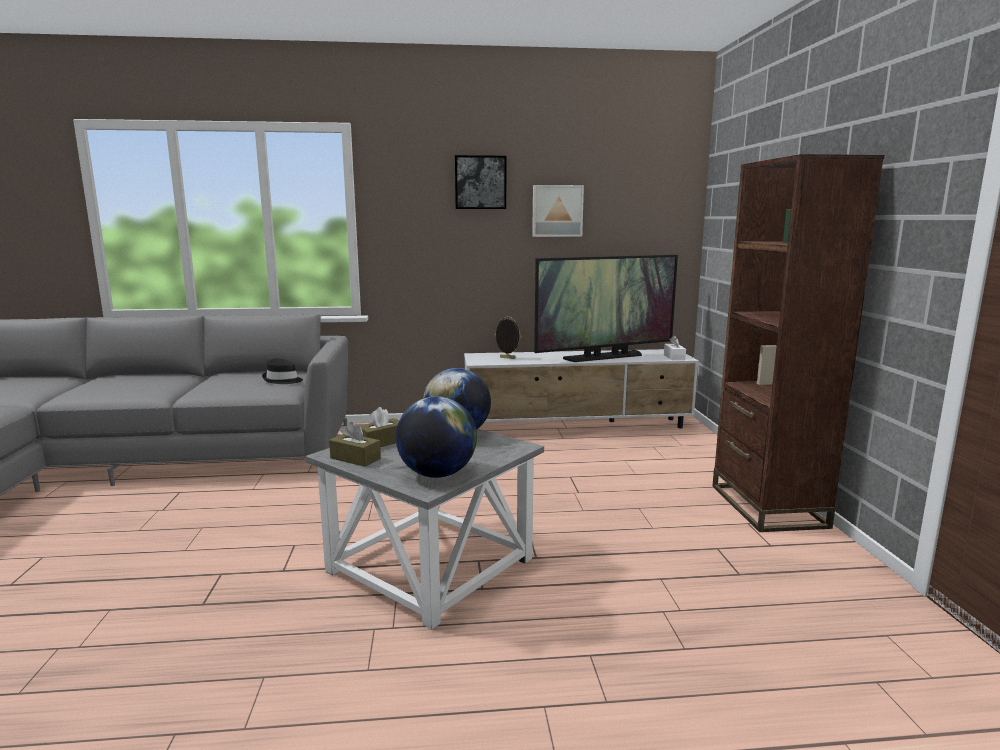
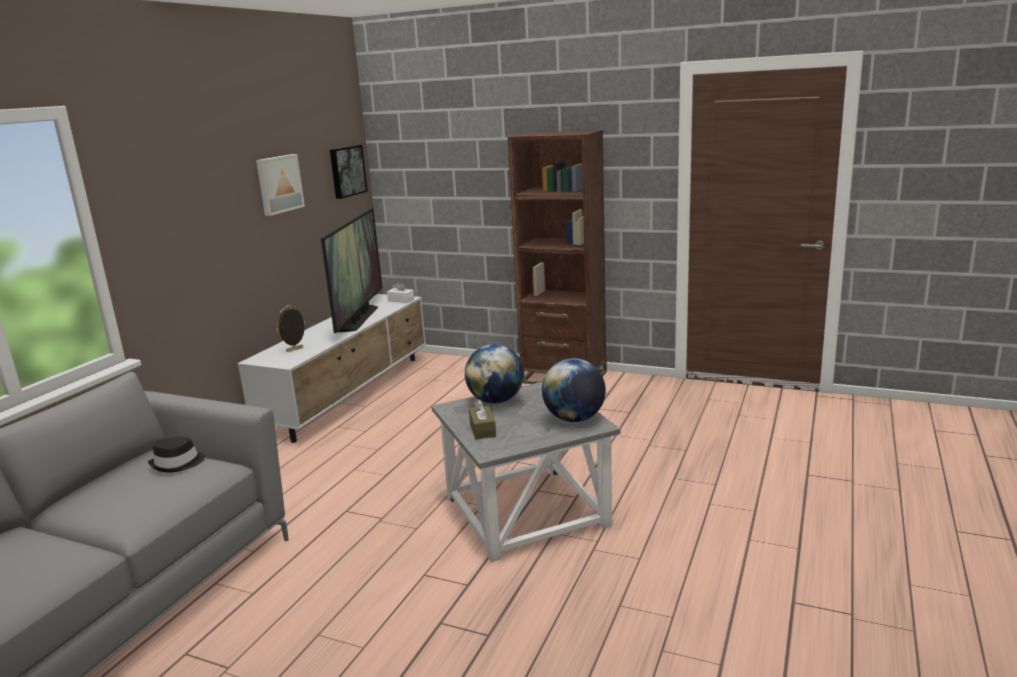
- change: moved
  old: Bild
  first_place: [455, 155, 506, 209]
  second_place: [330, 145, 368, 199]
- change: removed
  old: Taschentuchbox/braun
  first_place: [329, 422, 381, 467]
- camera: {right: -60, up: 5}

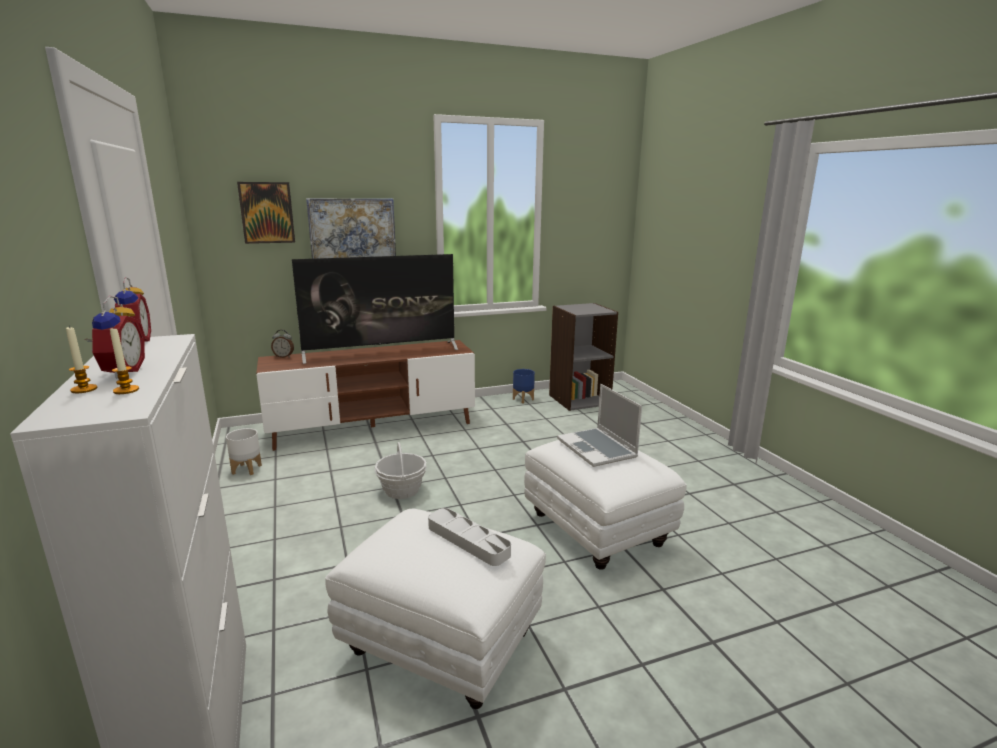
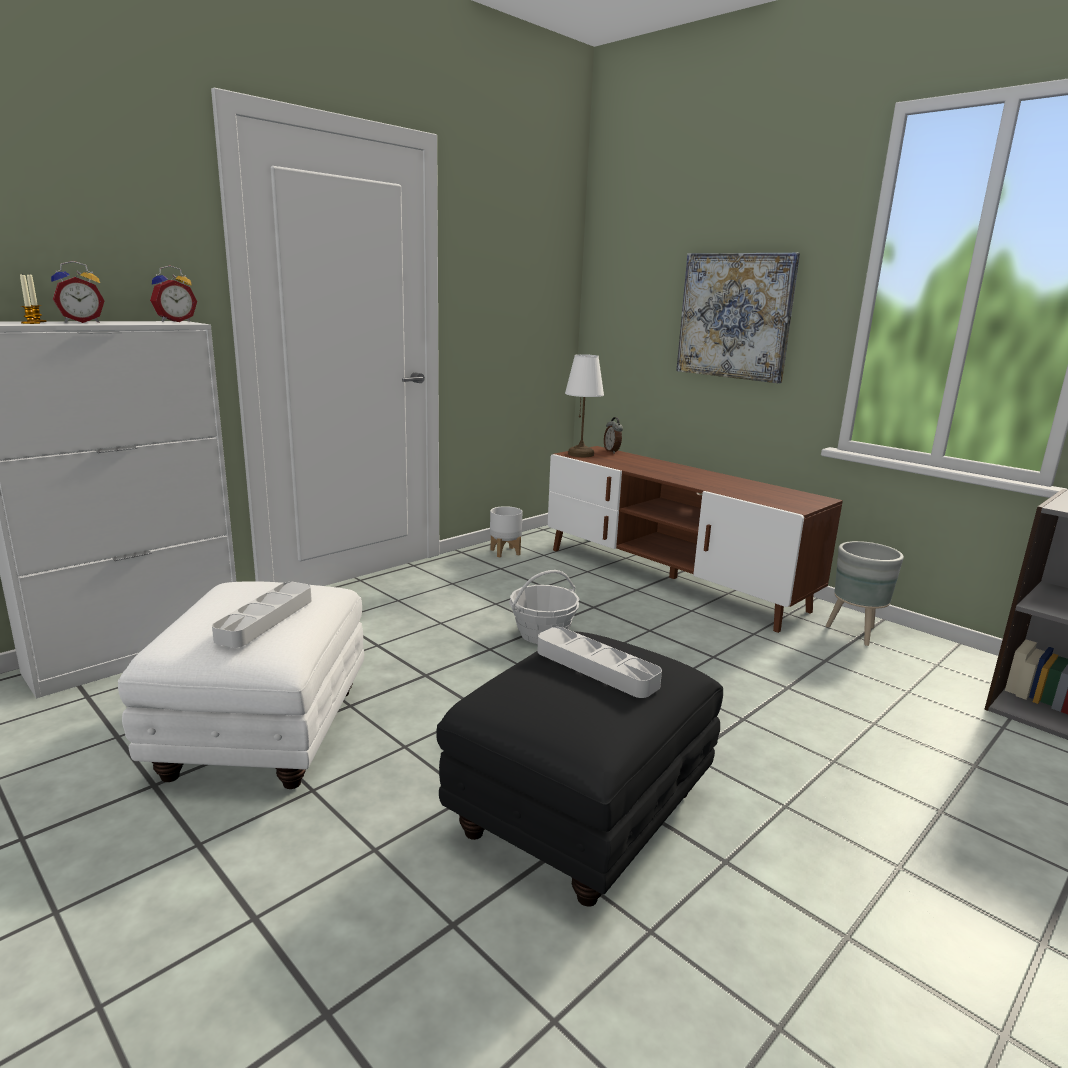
- change: recoloured
  old: Polsterhocker/weiß
  new: Polsterhocker/schwarz
  first_place: [524, 440, 687, 570]
  second_place: [436, 632, 723, 907]
- change: replaced
  old: Laptop
  new: Tablett/grau
  first_place: [557, 384, 642, 467]
  second_place: [537, 627, 662, 698]
- change: added
  new: Tischlampe/weiß
  second_place: [565, 354, 604, 457]
- change: added
  new: Pflanzkübel/grau
  second_place: [826, 541, 904, 646]
- change: removed
  old: Bild
  first_place: [237, 182, 295, 244]
- change: removed
  old: Fernseher
  first_place: [292, 254, 458, 364]
- change: removed
  old: Pflanzkübel/blau
  first_place: [513, 369, 535, 403]
- camera: {right: 65, up: 0}

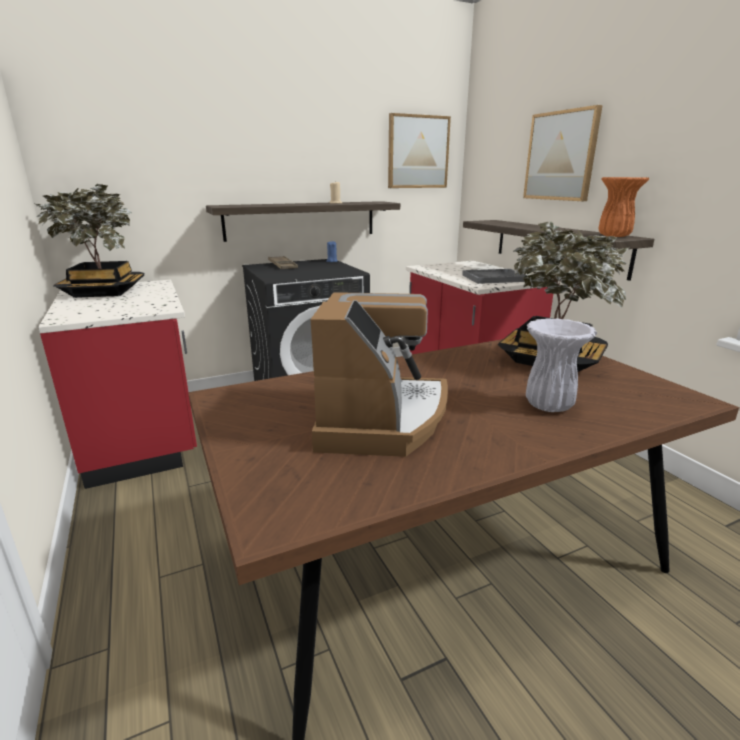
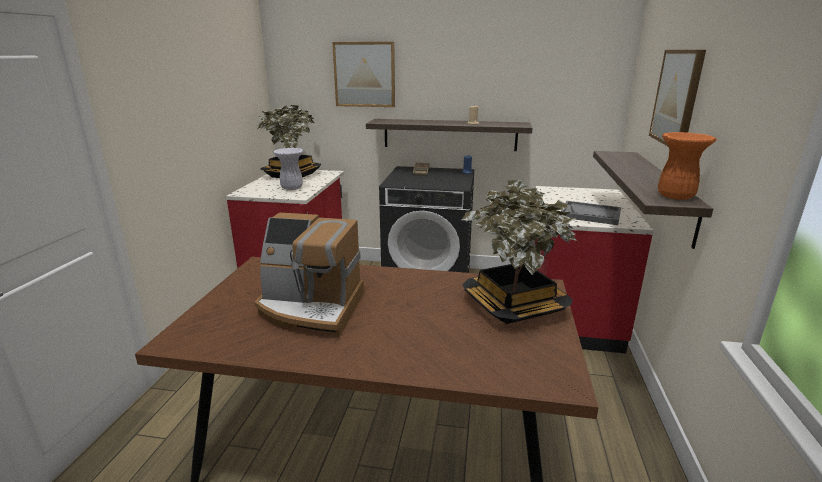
- change: turned
  old: Kaffeemaschine
  first_place: [310, 292, 448, 457]
  second_place: [255, 212, 364, 337]
  degrees: 60
- change: moved
  old: Vase/weiß
  first_place: [526, 318, 597, 412]
  second_place: [273, 148, 303, 190]
- change: moved
  old: Bild
  first_place: [388, 113, 451, 188]
  second_place: [332, 42, 395, 107]
- camera: {right: 35, up: 0}

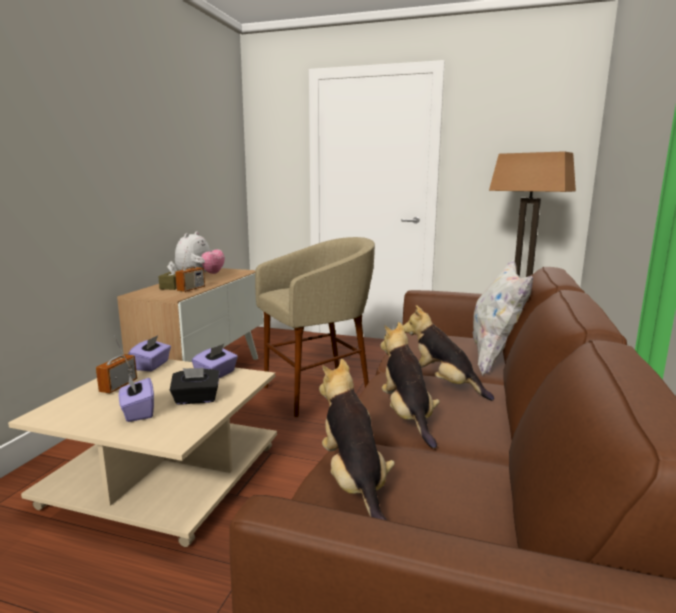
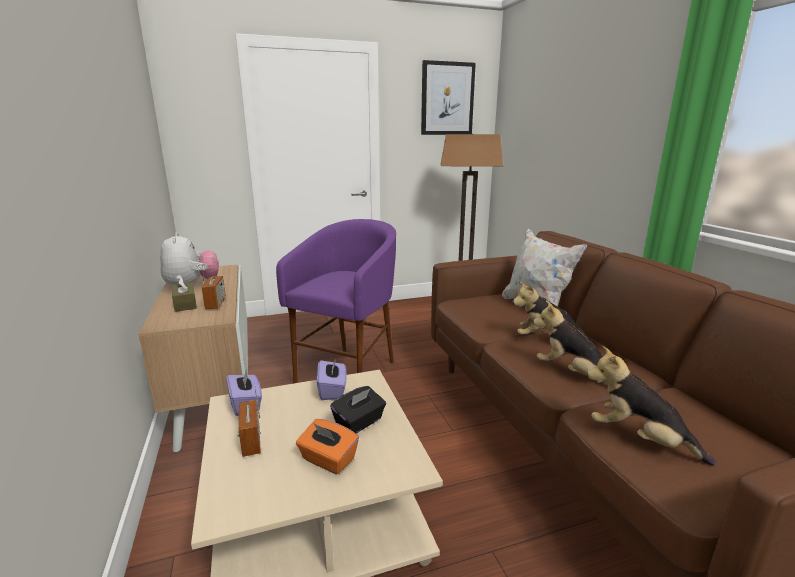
- change: recoloured
  old: Hocker/beige
  new: Hocker/lila
  first_place: [255, 237, 375, 417]
  second_place: [276, 219, 396, 383]
- change: recoloured
  old: Taschentuchbox/lila
  new: Taschentuchbox/orange
  first_place: [119, 374, 154, 422]
  second_place: [296, 419, 359, 474]
- change: added
  new: Bild
  second_place: [421, 60, 476, 135]
- camera: {right: -35, up: 5}

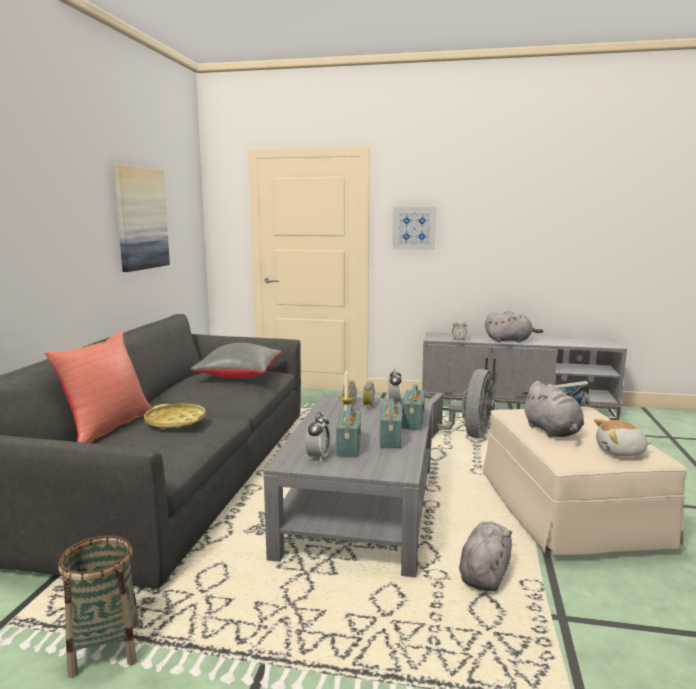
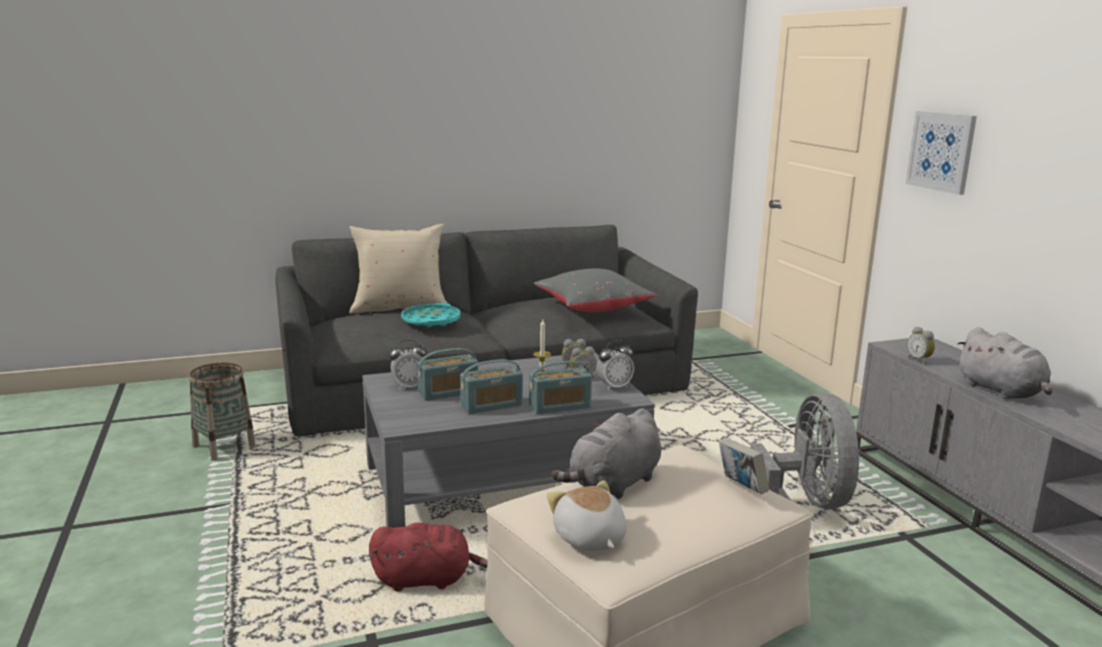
- change: recoloured
  old: Kissen/rot
  new: Kissen/beige
  first_place: [45, 330, 153, 443]
  second_place: [349, 224, 447, 314]
- change: recoloured
  old: Plüschtier/grau
  new: Plüschtier/rot
  first_place: [459, 521, 512, 591]
  second_place: [369, 523, 487, 591]
- change: recoloured
  old: Tablett/gelb
  new: Tablett/türkis
  first_place: [144, 403, 206, 429]
  second_place: [401, 303, 461, 327]
- change: turned
  old: Ventilator/grau
  first_place: [429, 369, 495, 438]
  second_place: [750, 393, 859, 509]
  degrees: -90
- change: removed
  old: Bild
  first_place: [114, 164, 170, 272]
- camera: {right: 60, up: 5}

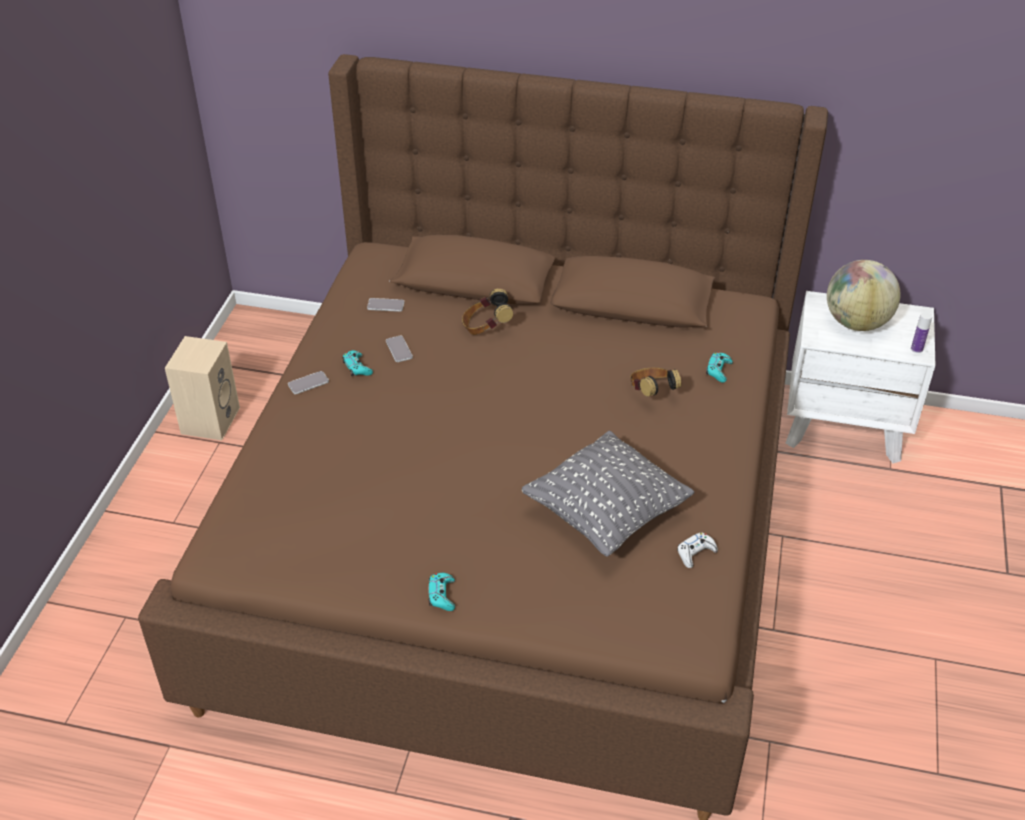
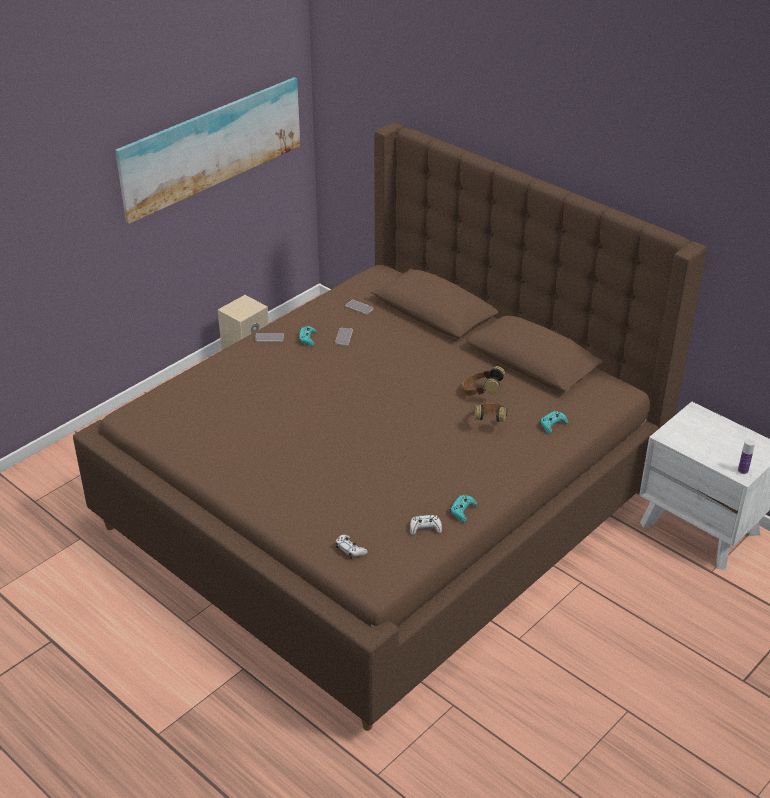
- change: added
  new: Bild
  second_place: [115, 77, 300, 224]
- change: added
  new: Gamepad/weiß
  second_place: [336, 535, 368, 559]
- change: moved
  old: Gamepad/türkis
  first_place: [428, 573, 455, 611]
  second_place: [450, 494, 477, 522]
- change: moved
  old: Kopfhörer
  first_place: [462, 288, 513, 335]
  second_place: [462, 366, 505, 396]
- change: removed
  old: Kissen/grau
  first_place: [521, 431, 694, 557]
- change: removed
  old: Globus
  first_place: [827, 260, 900, 331]
- camera: {right: 30, up: -5}

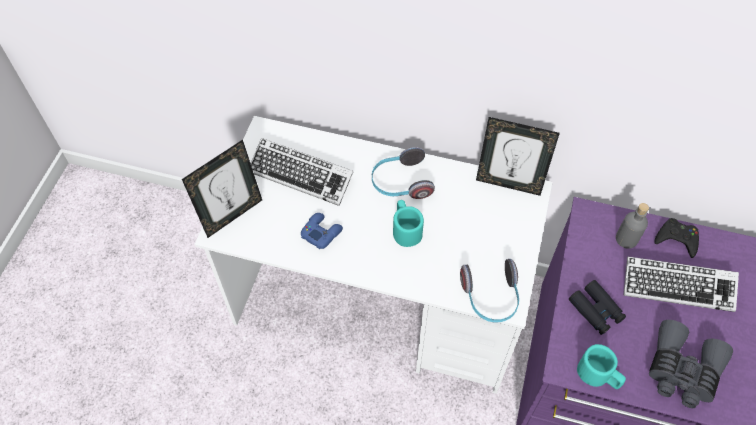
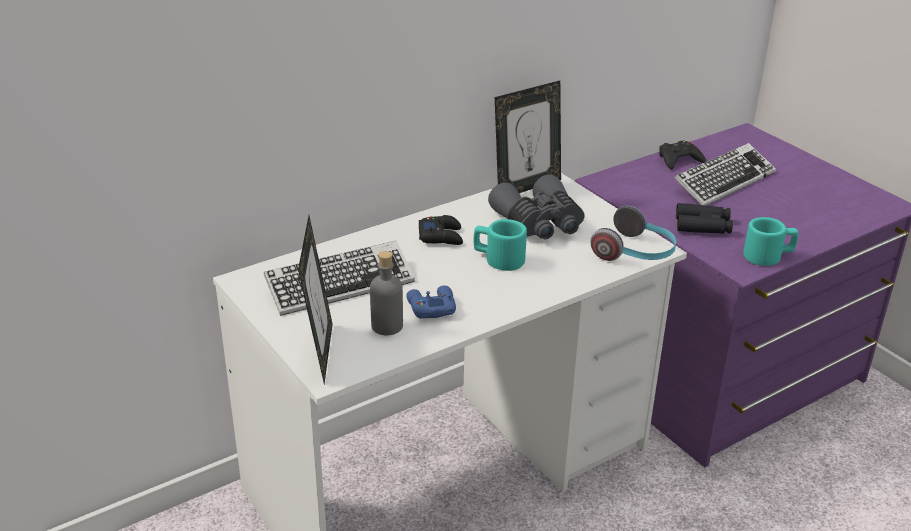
- change: moved
  old: Flasche/grau
  first_place: [616, 203, 649, 249]
  second_place: [370, 251, 403, 335]
- change: replaced
  old: Kopfhörer
  new: Gamepad/schwarz
  first_place: [372, 147, 435, 199]
  second_place: [419, 215, 463, 245]
- change: moved
  old: Fernglas/grau
  first_place: [649, 320, 733, 408]
  second_place: [488, 174, 585, 239]
- camera: {right: -50, up: -25}

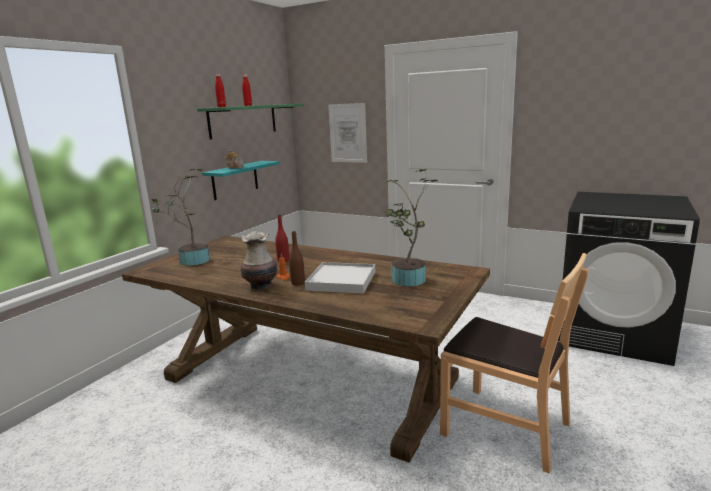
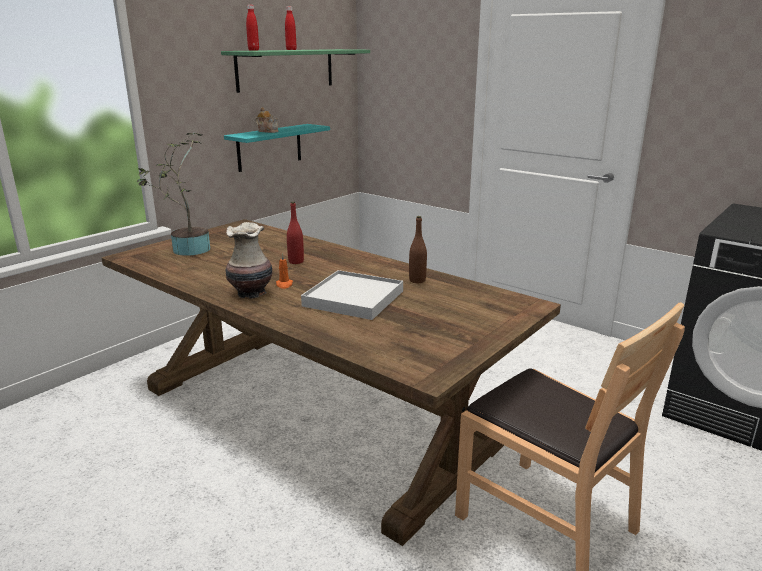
- change: moved
  old: Flasche/braun
  first_place: [289, 231, 305, 286]
  second_place: [409, 216, 427, 283]
- change: removed
  old: Bild
  first_place: [328, 103, 367, 163]
- change: removed
  old: Topfpflanze
  first_place: [383, 169, 438, 286]
- camera: {right: 10, up: 5}

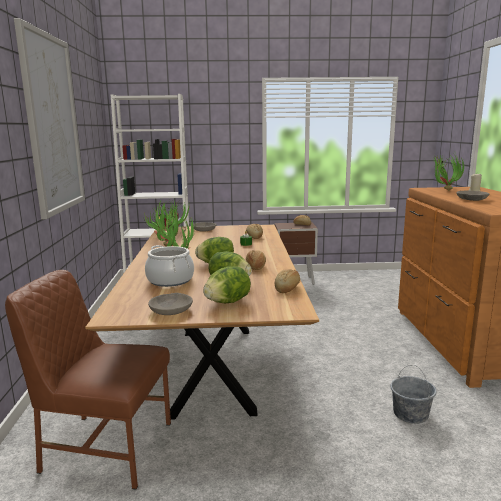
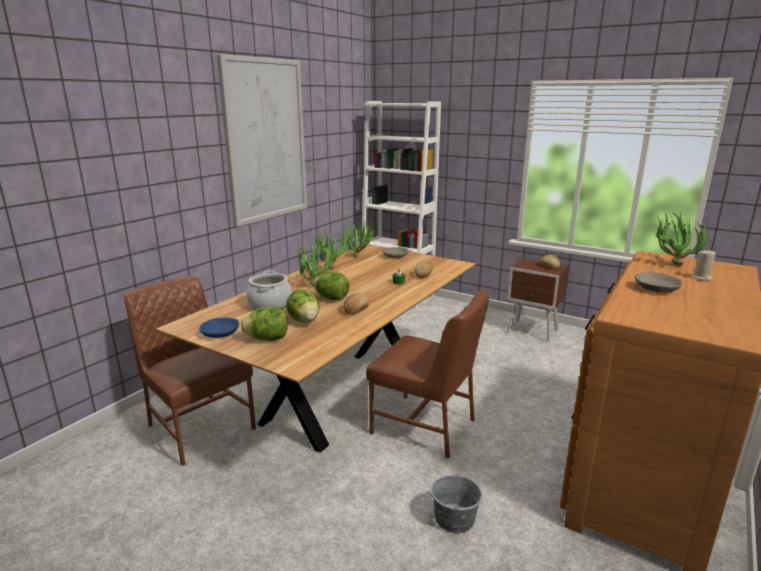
- change: recoloured
  old: Schüssel/grau
  new: Schüssel/blau
  first_place: [148, 293, 193, 315]
  second_place: [199, 318, 239, 338]
- change: added
  new: Stuhl/braun
  second_place: [366, 290, 489, 458]
- change: removed
  old: Brot
  first_place: [275, 269, 300, 293]
- camera: {right: 35, up: 5}

